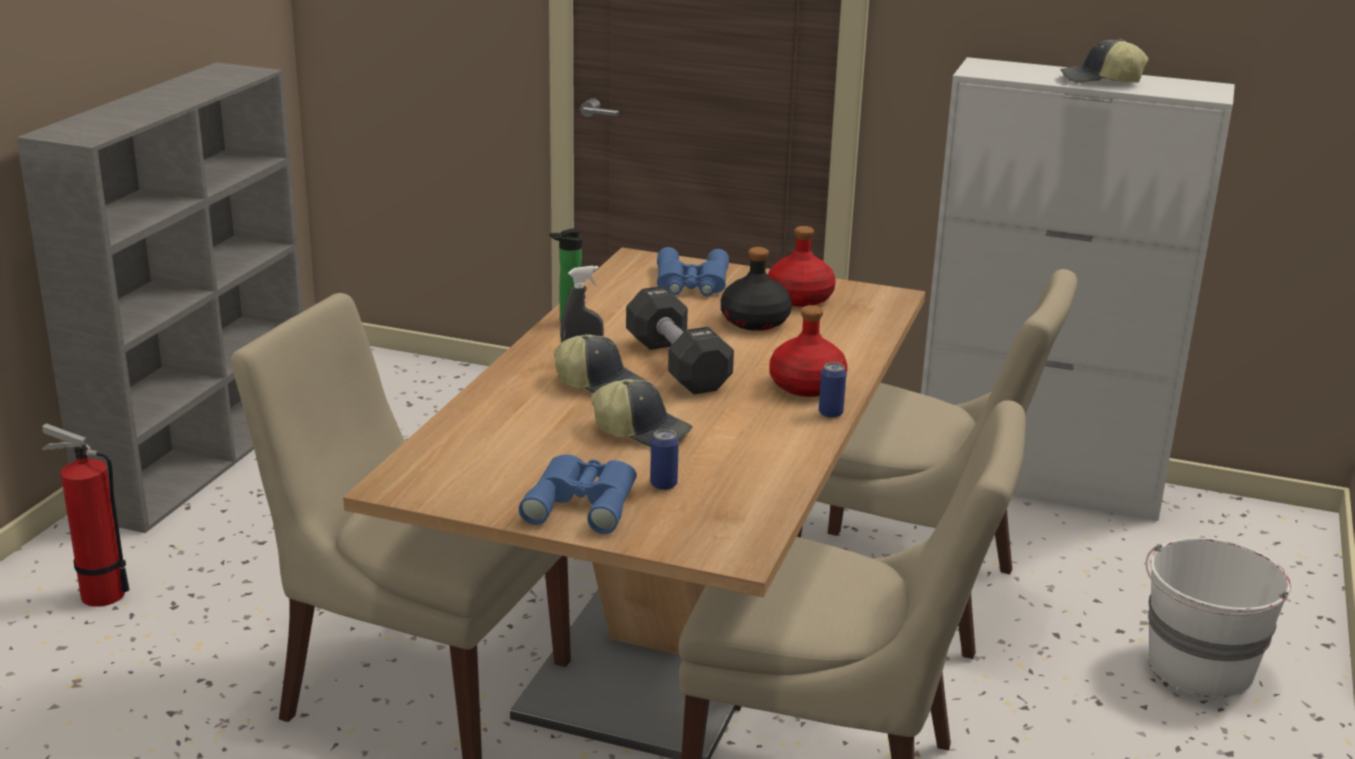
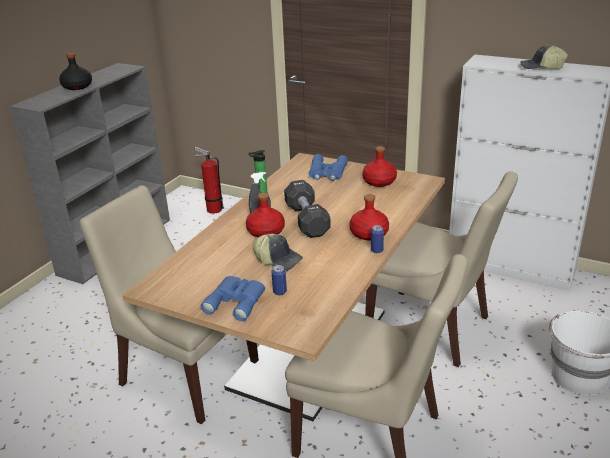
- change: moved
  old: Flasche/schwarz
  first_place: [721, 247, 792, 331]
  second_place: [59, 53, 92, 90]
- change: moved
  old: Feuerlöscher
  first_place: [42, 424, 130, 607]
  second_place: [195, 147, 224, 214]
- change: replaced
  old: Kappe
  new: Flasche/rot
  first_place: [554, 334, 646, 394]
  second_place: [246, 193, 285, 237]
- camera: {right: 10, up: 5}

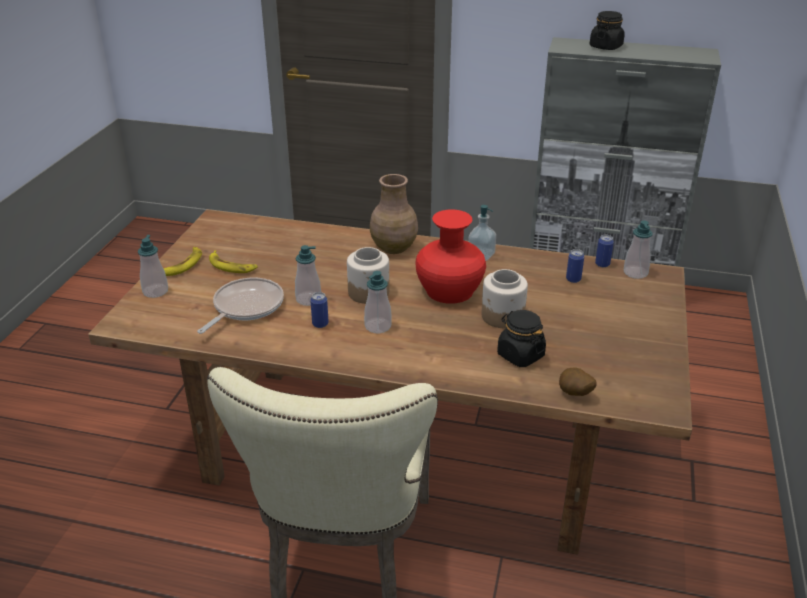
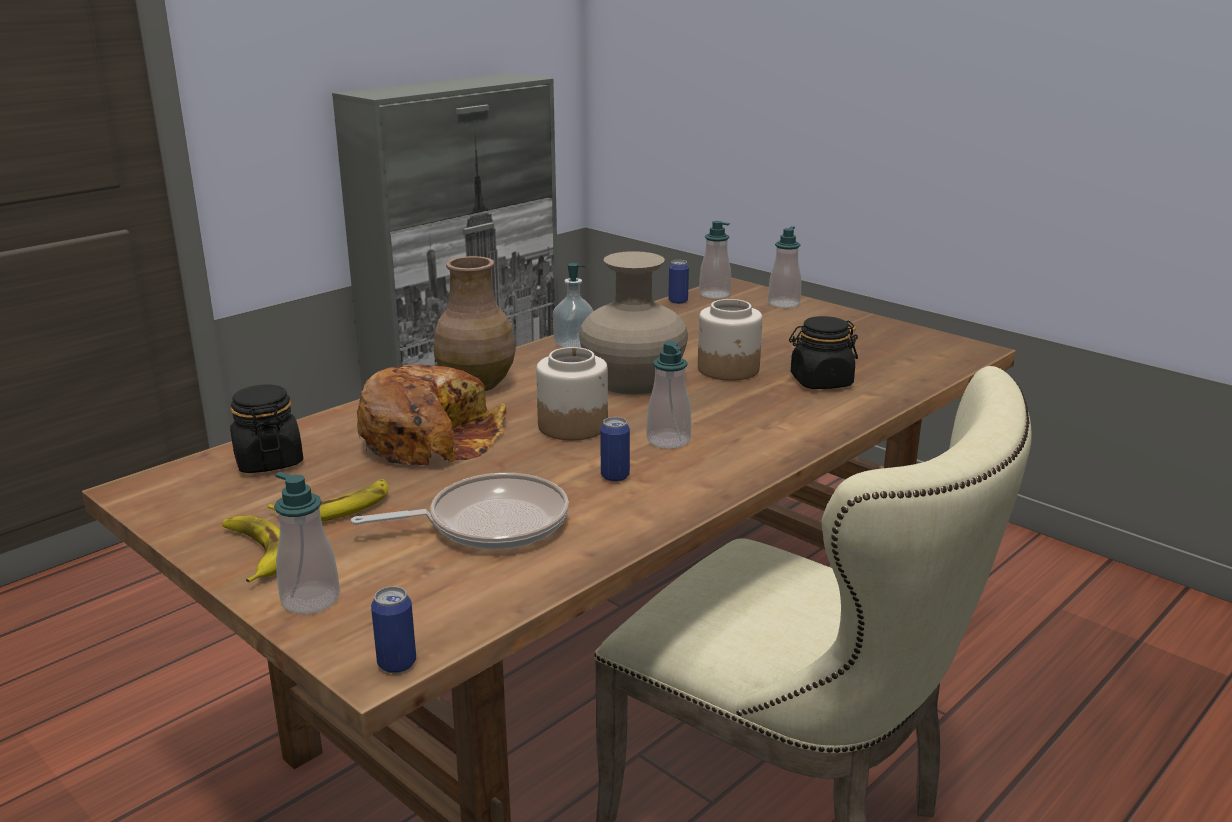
- change: moved
  old: Vorratsglas/schwarz
  first_place: [589, 11, 625, 50]
  second_place: [230, 385, 303, 473]
- change: turned
  old: Pfanne
  first_place: [197, 277, 284, 334]
  second_place: [351, 473, 569, 550]
  degrees: 105
- change: added
  new: Brot
  second_place: [357, 364, 507, 465]
- change: moved
  old: Dose
  first_place: [566, 249, 584, 283]
  second_place: [371, 586, 416, 673]
- change: recoloured
  old: Vase/rot
  new: Vase/beige
  first_place: [415, 209, 486, 304]
  second_place: [579, 251, 688, 395]
- change: moved
  old: Seifenspender
  first_place: [295, 245, 321, 306]
  second_place: [768, 226, 801, 308]
- change: removed
  old: Kartoffel
  first_place: [559, 367, 597, 396]
- camera: {right: -60, up: -10}

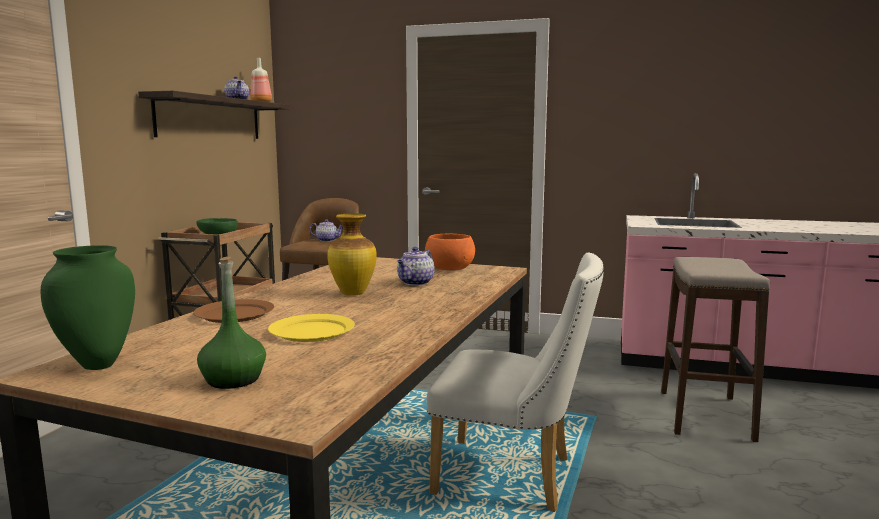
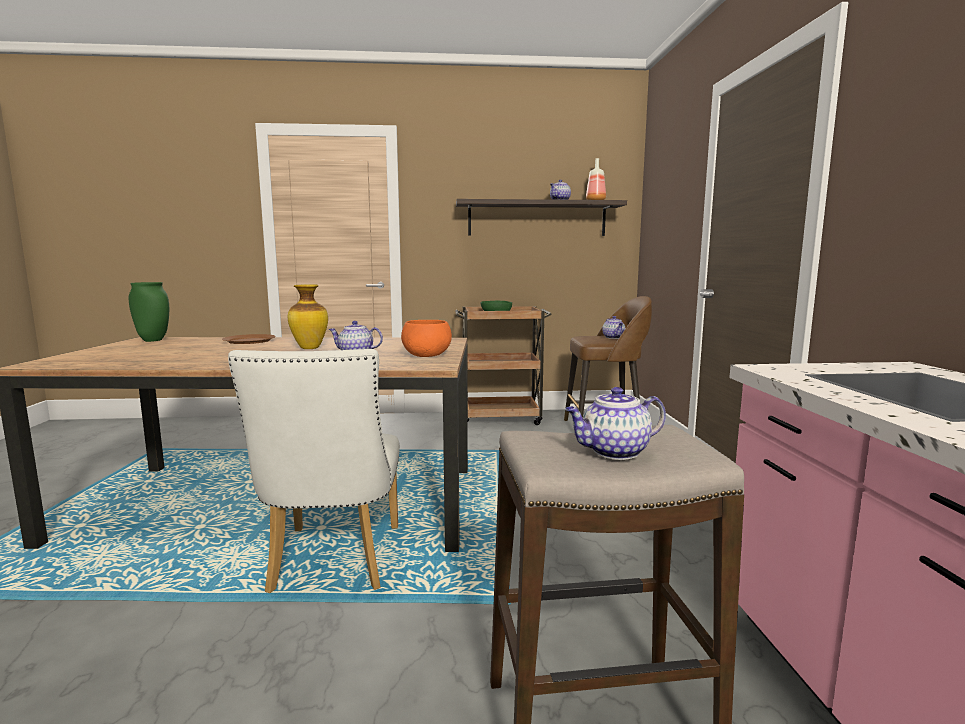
- change: added
  new: Teekanne
  second_place: [565, 387, 666, 460]
- change: removed
  old: Flasche/grün
  first_place: [197, 257, 266, 389]
- change: removed
  old: Teller/gelb
  first_place: [268, 314, 355, 342]
- camera: {right: 70, up: 0}

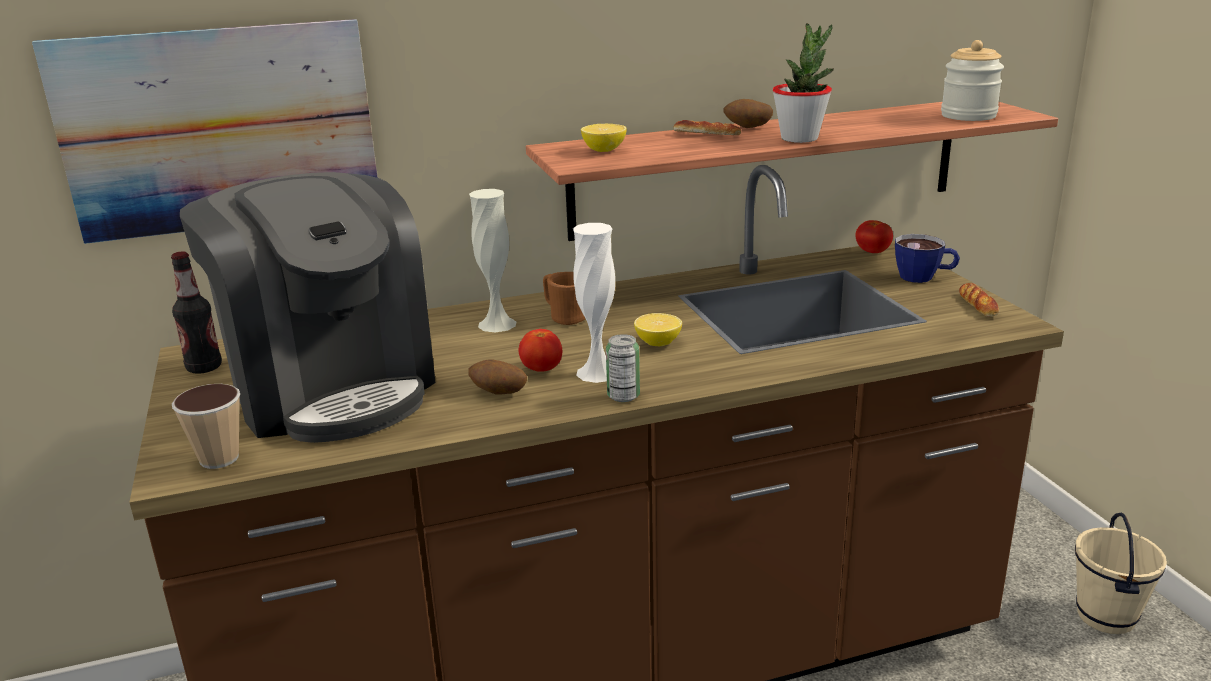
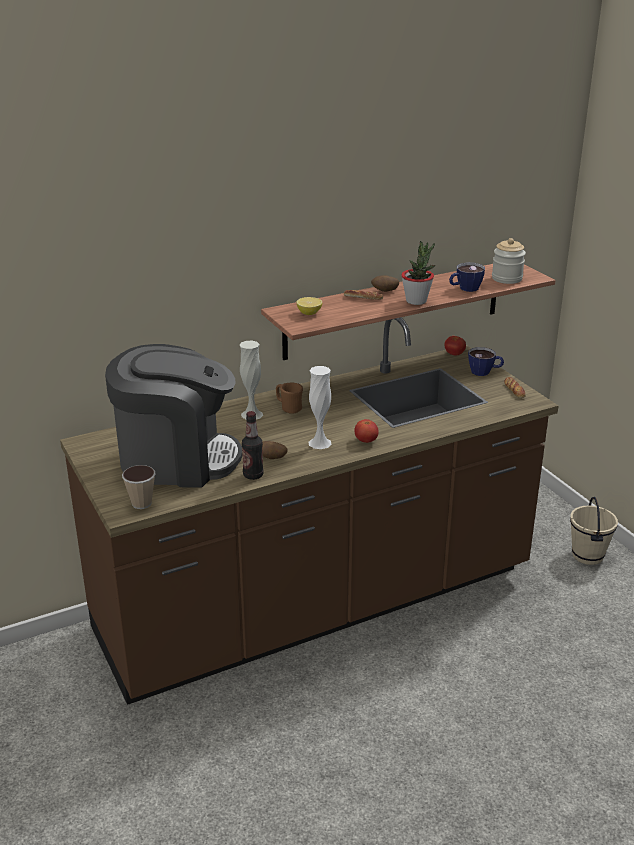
- change: turned
  old: Kaffeemaschine
  first_place: [180, 172, 436, 443]
  second_place: [105, 344, 242, 488]
  degrees: -45
- change: moved
  old: Flasche
  first_place: [171, 251, 222, 374]
  second_place: [242, 411, 263, 480]
- change: moved
  old: Tomate
  first_place: [518, 329, 562, 372]
  second_place: [355, 419, 379, 443]
- change: added
  new: Tasse
  second_place: [449, 263, 485, 292]
- change: removed
  old: Bild
  first_place: [32, 19, 377, 244]
- change: removed
  old: Dose
  first_place: [606, 334, 640, 402]
- change: removed
  old: Zitrone
  first_place: [634, 313, 682, 346]
- camera: {right: -10, up: 5}

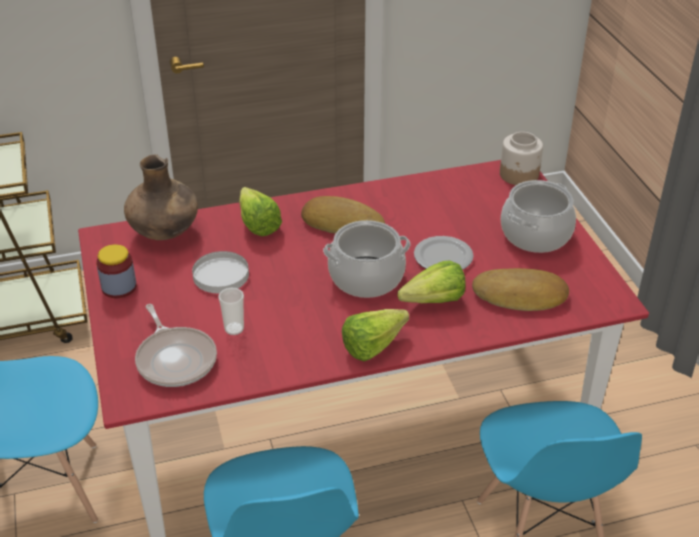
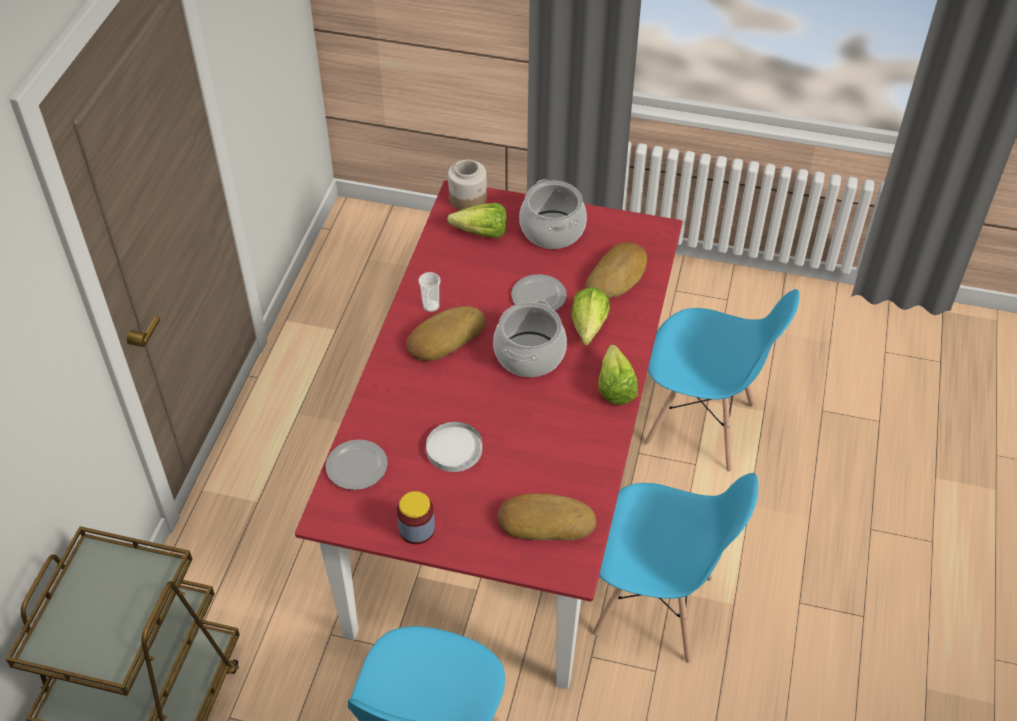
- change: replaced
  old: Vase/braun
  new: Teller
  first_place: [124, 154, 198, 240]
  second_place: [326, 439, 388, 490]
- change: moved
  old: Tasse
  first_place: [218, 288, 244, 335]
  second_place: [419, 272, 441, 312]
- change: moved
  old: Salatkopf
  first_place: [239, 187, 282, 236]
  second_place: [447, 203, 507, 238]
- change: replaced
  old: Pfanne
  new: Brot
  first_place: [135, 304, 217, 387]
  second_place: [497, 494, 596, 540]
- camera: {right: -60, up: 10}

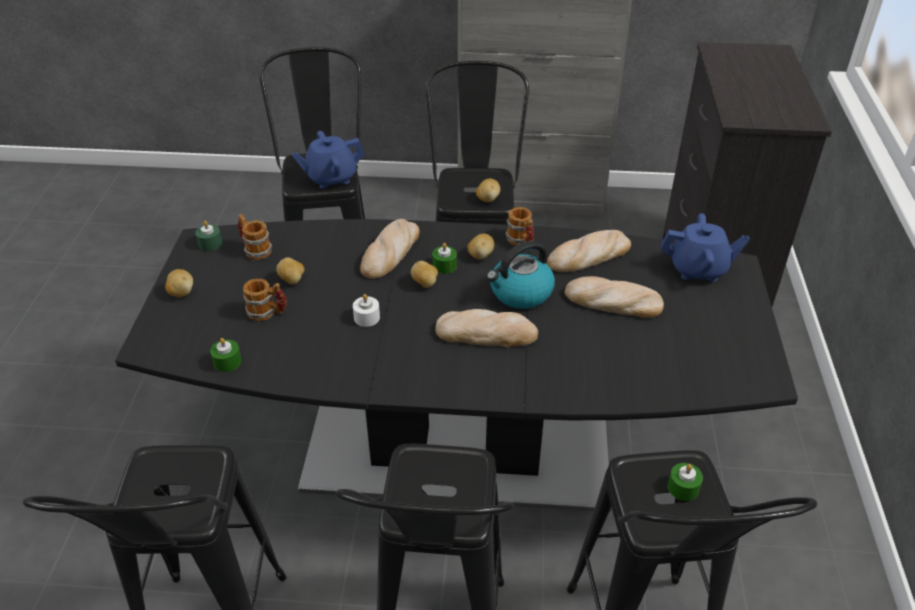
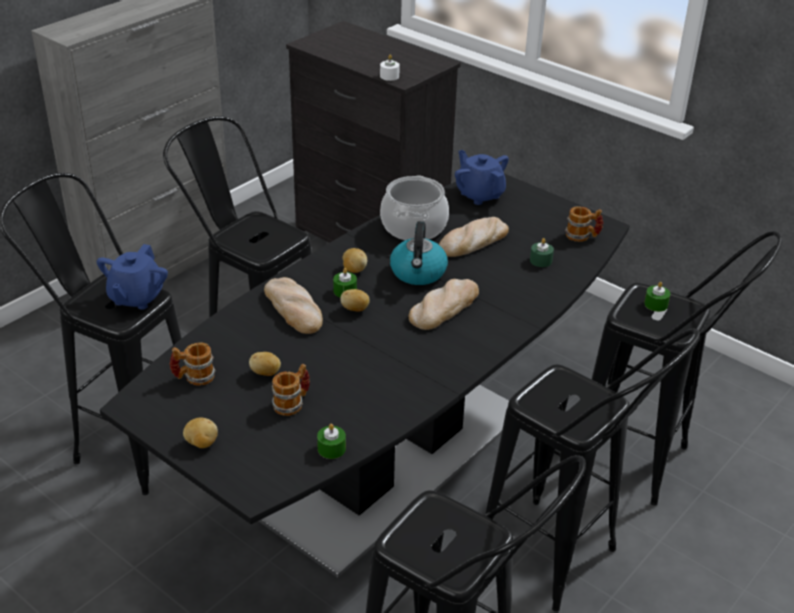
- change: moved
  old: Kerze/weiß
  first_place: [353, 294, 380, 327]
  second_place: [380, 55, 400, 81]
- change: replaced
  old: Brot
  new: Kochtopf
  first_place: [547, 230, 631, 272]
  second_place: [380, 176, 449, 240]
- change: turned
  old: Teekanne/blau
  first_place: [661, 213, 750, 282]
  second_place: [455, 150, 509, 205]
  degrees: -75
- change: moved
  old: Kerze/grün
  first_place: [195, 221, 222, 251]
  second_place: [530, 238, 554, 267]
- change: moved
  old: Henkelbecher
  first_place: [505, 207, 534, 245]
  second_place: [565, 207, 603, 242]
- change: removed
  old: Kartoffel
  first_place: [476, 178, 501, 202]
- camera: {right: -55, up: -5}

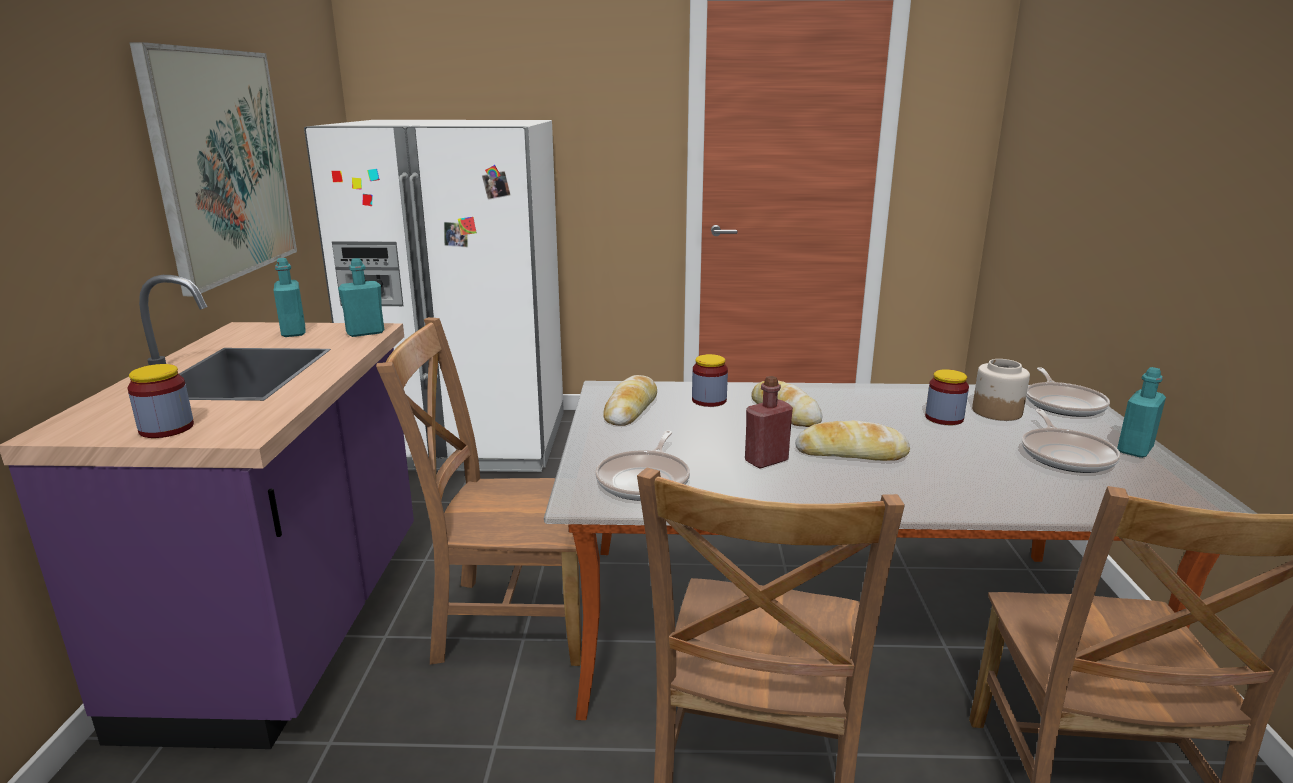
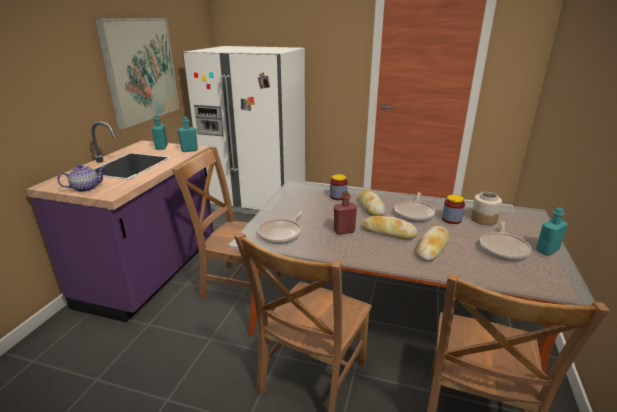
- change: replaced
  old: Vorratsglas
  new: Teekanne
  first_place: [127, 364, 194, 438]
  second_place: [57, 164, 105, 192]
- change: moved
  old: Pfanne
  first_place: [1026, 367, 1110, 417]
  second_place: [394, 192, 435, 222]
- change: moved
  old: Brot
  first_place: [603, 375, 657, 426]
  second_place: [416, 226, 450, 261]
- camera: {right: 15, up: 5}

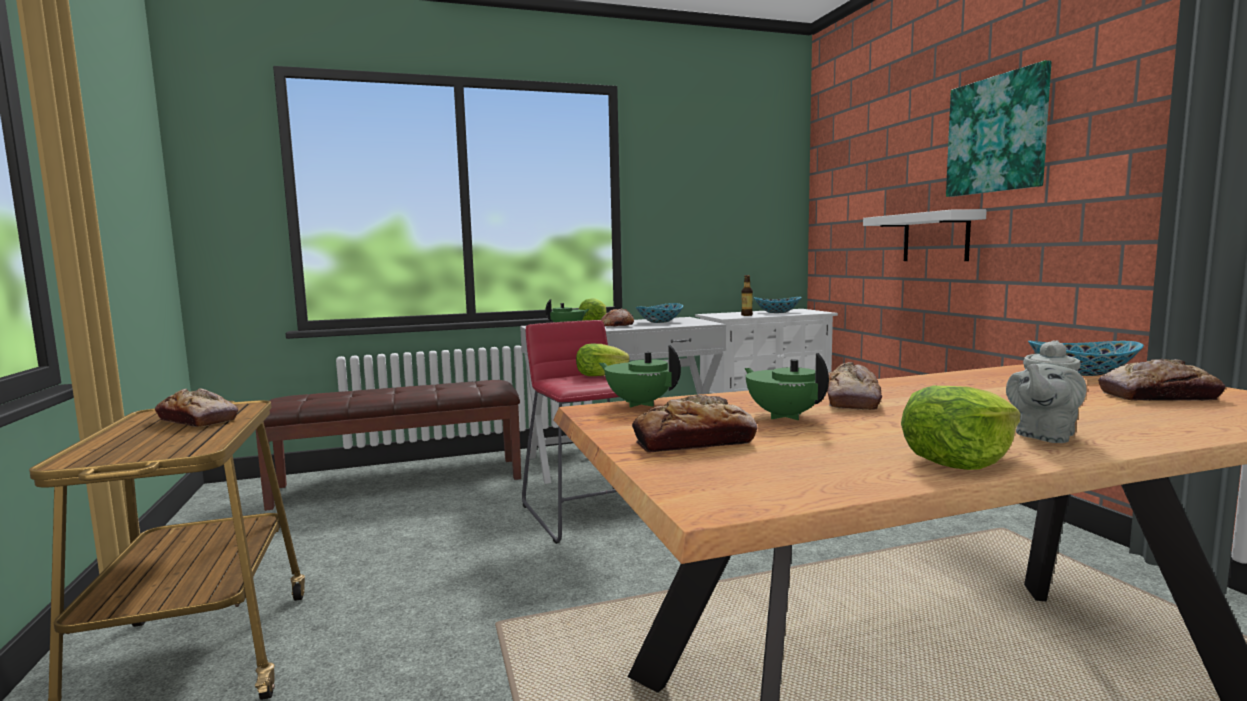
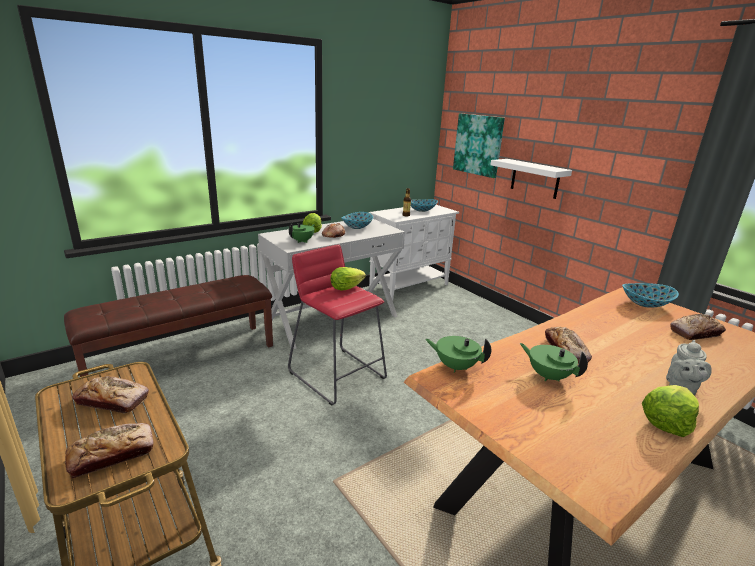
- change: moved
  old: Brot
  first_place: [632, 395, 757, 452]
  second_place: [65, 423, 154, 479]
- change: moved
  old: Bild
  first_place: [946, 60, 1051, 197]
  second_place: [453, 113, 505, 178]
- camera: {right: -20, up: 15}

